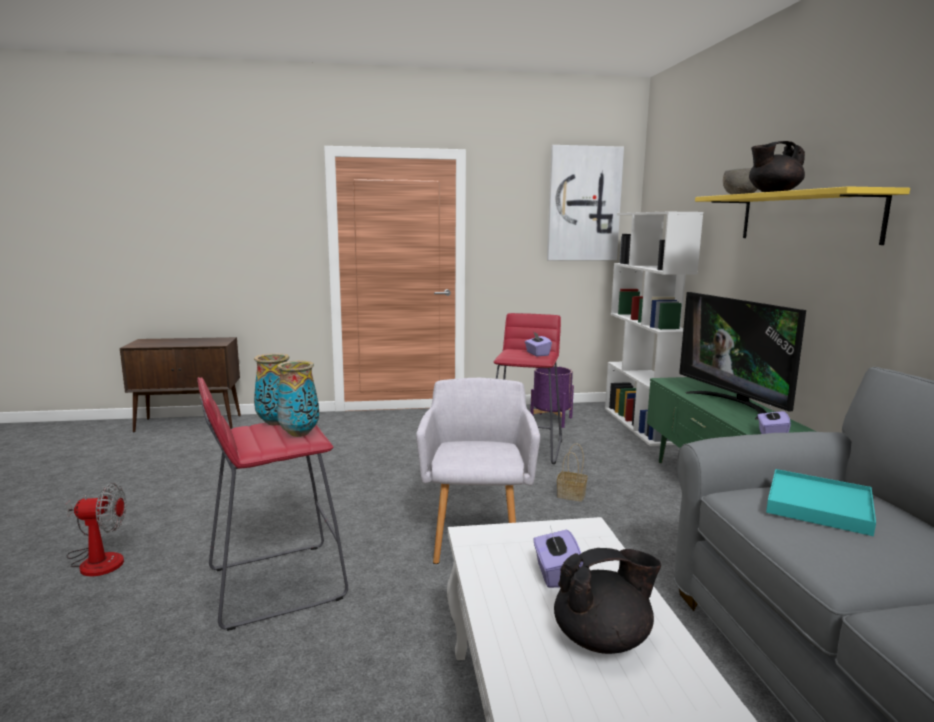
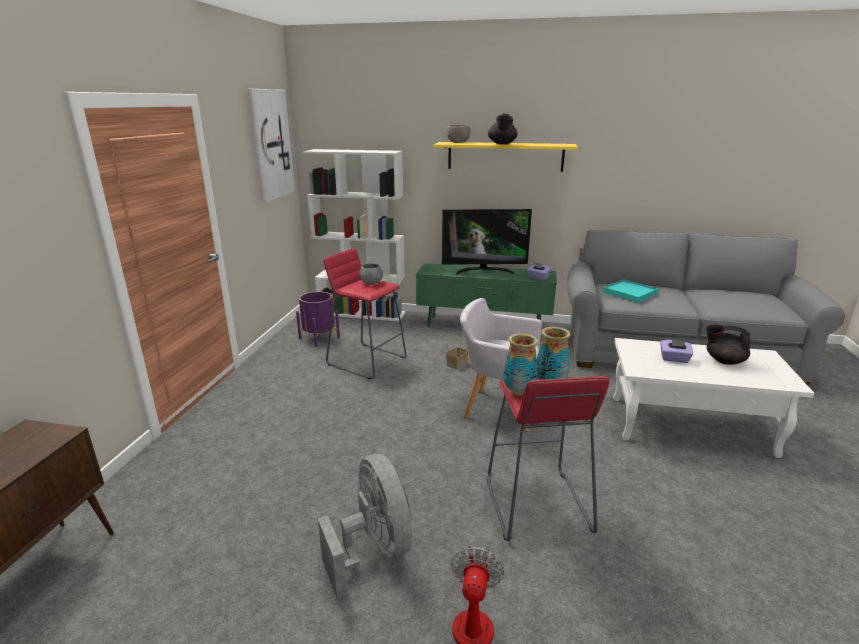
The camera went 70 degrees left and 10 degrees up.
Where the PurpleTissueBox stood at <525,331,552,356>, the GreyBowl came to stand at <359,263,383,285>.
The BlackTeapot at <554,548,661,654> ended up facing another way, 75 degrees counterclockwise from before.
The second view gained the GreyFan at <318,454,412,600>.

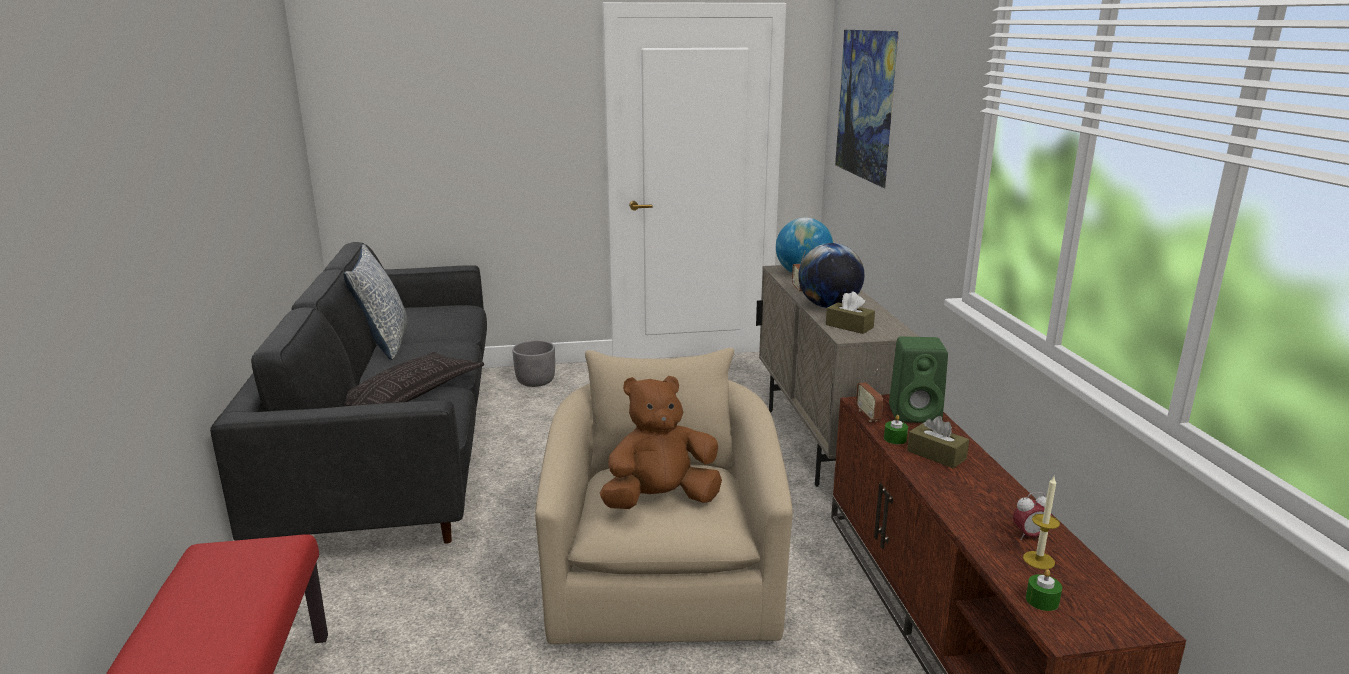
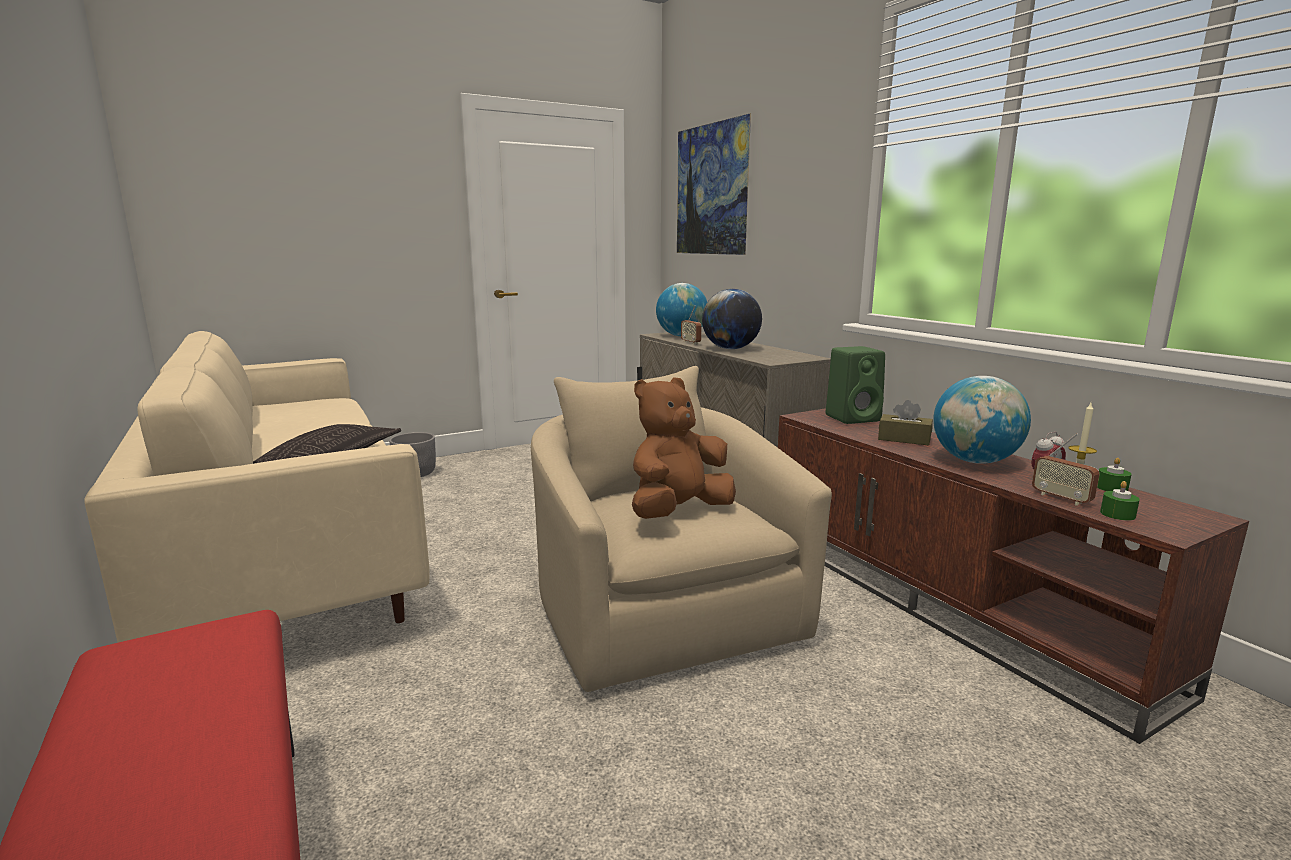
The camera went 20 degrees left and 5 degrees down.
What was the BlackSofa at <210,242,487,544> turned into the BeigeSofa at <84,331,430,643>.
The second view lost the Pillow at <343,244,408,360>.
The second view lost the BrownTissueBox at <826,292,875,334>.
The Radio ended up elsewhere, having gone from <856,369,883,422> to <1032,433,1099,505>.
The GreenCandle ended up elsewhere, having gone from <884,415,908,444> to <1097,458,1132,491>.
The second view gained the Globe at <933,376,1031,464>.

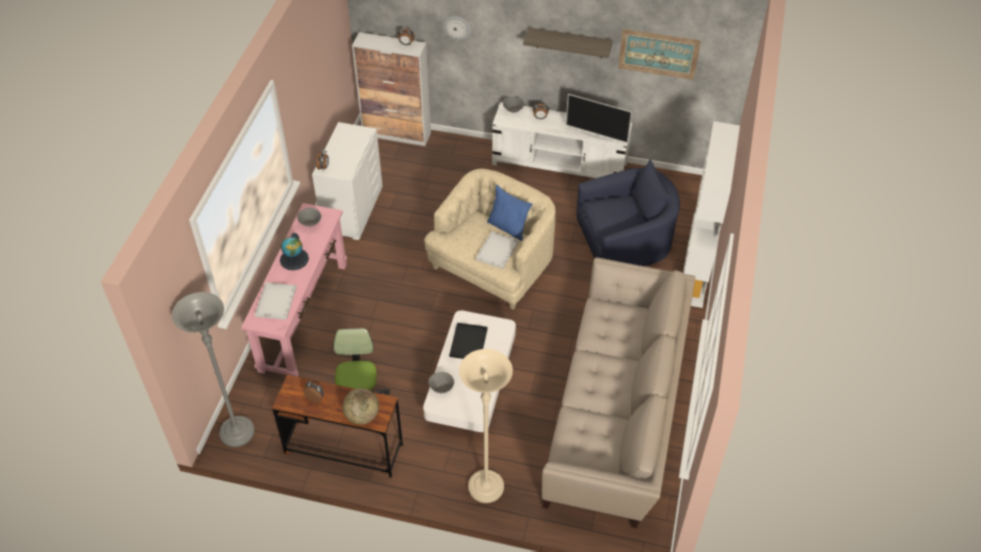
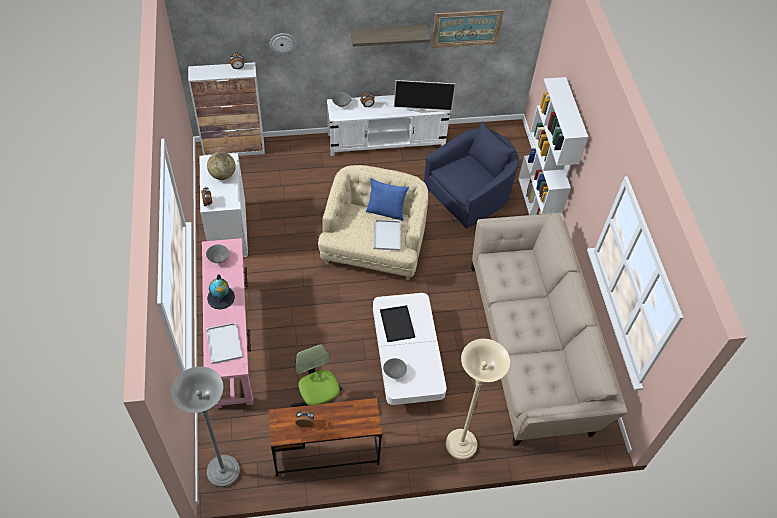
The camera went 25 degrees left and 5 degrees up.
The Globe ended up elsewhere, having gone from <342,388,379,425> to <207,152,236,180>.

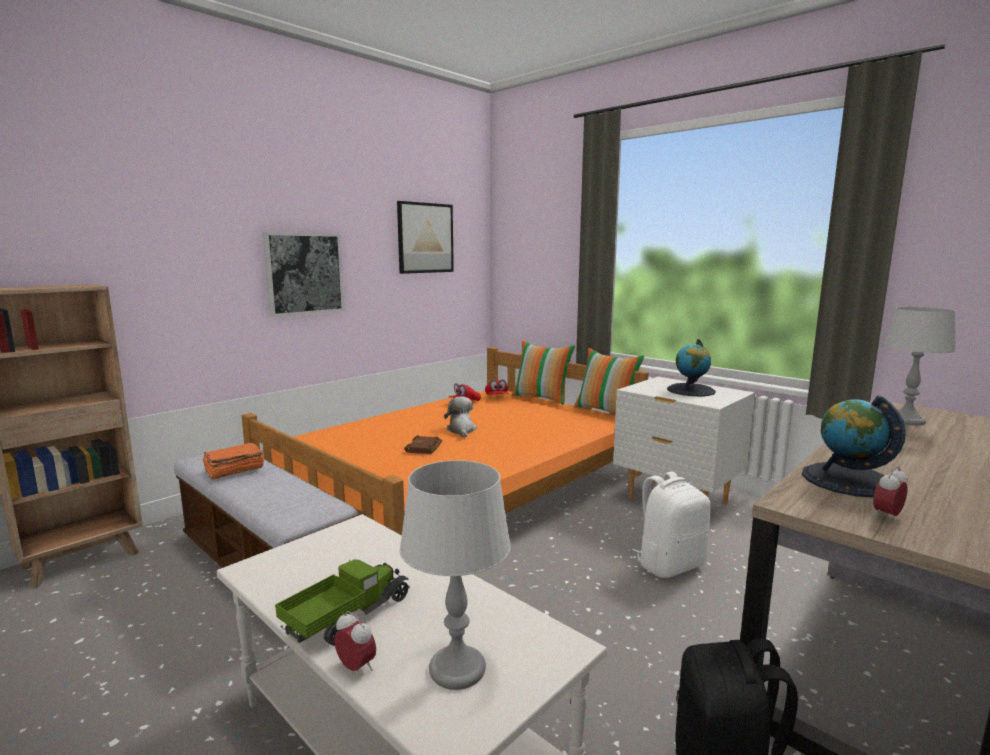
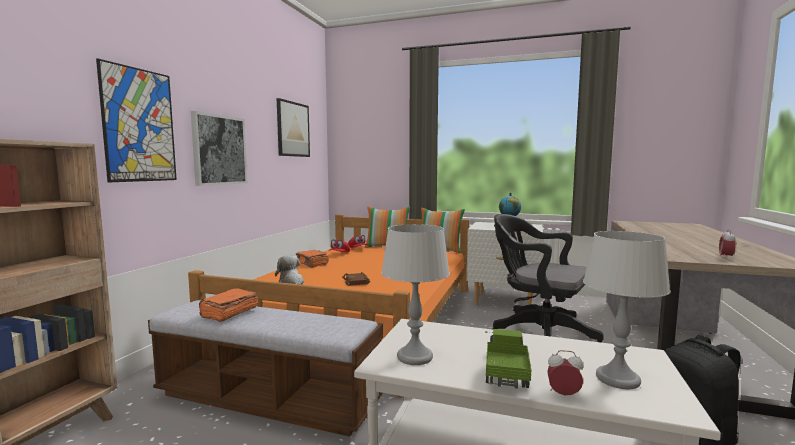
The camera went 25 degrees left and 5 degrees down.
The PlushToy ended up elsewhere, having gone from <444,396,477,438> to <275,255,304,285>.
Where the WhiteBackpack stood at <632,472,711,578>, the BlackOfficeChair came to stand at <492,214,604,343>.
The second view lost the Globe at <802,395,906,497>.
The GreyTableLamp ended up elsewhere, having gone from <884,307,956,425> to <381,224,450,365>.
The second view gained the Picture at <96,58,177,182>.
The second view gained the OrangeBook at <296,250,329,267>.

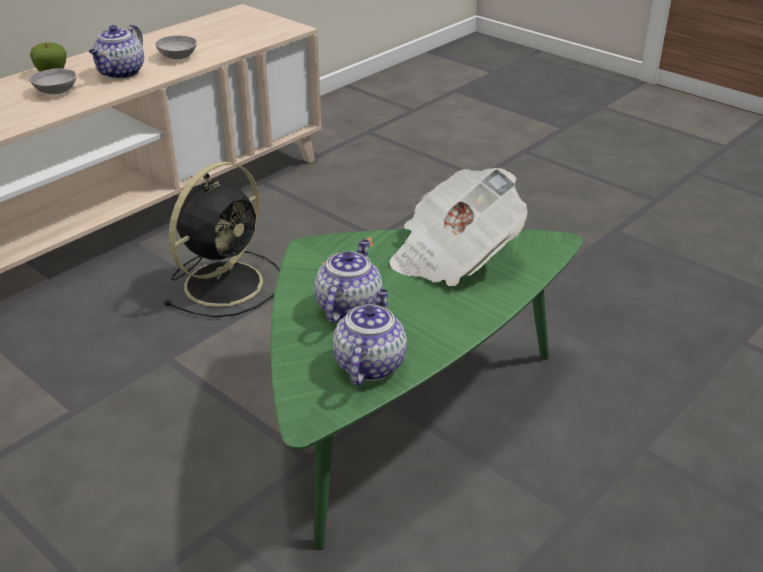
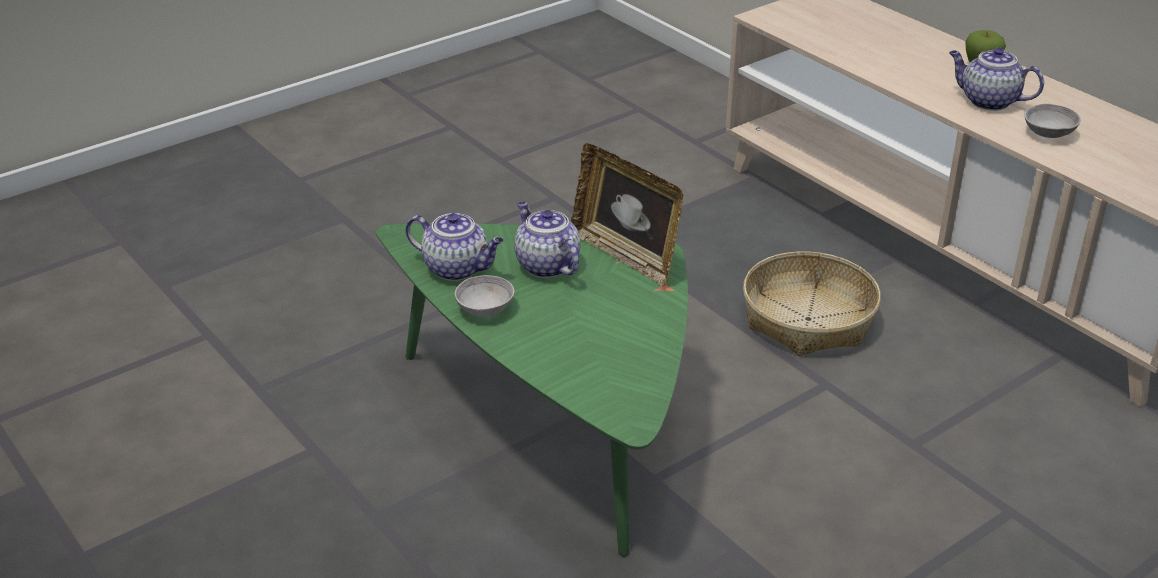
The camera went 100 degrees right and 0 degrees up.
The GreyBowl ended up elsewhere, having gone from <29,68,76,94> to <455,275,515,317>.
Where the BlackFan stood at <163,162,280,317>, the Basket came to stand at <743,252,881,356>.
The Teapot at <314,239,383,323> ended up facing another way, 150 degrees counterclockwise from before.
The second view lost the Newspaper at <389,168,528,286>.
The second view gained the PictureFrame at <571,143,683,287>.

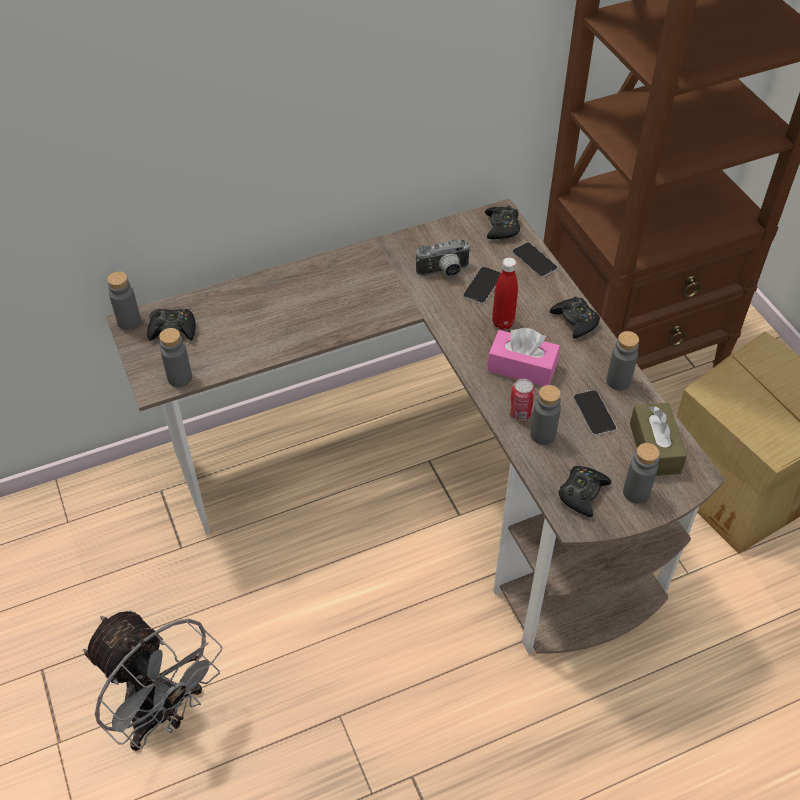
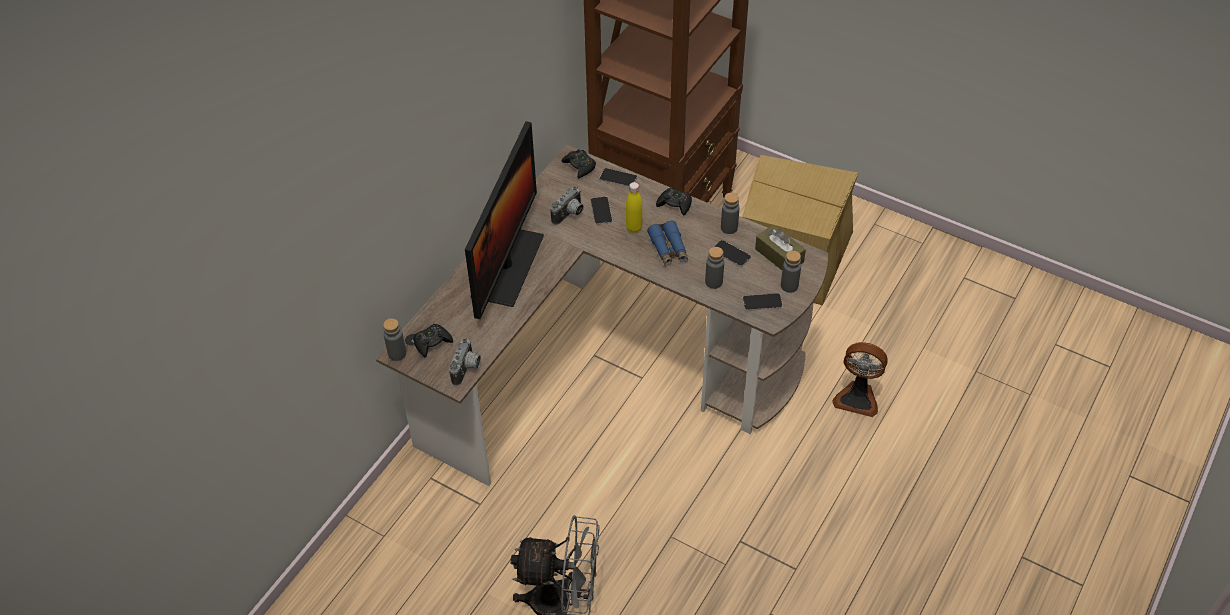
The camera went 35 degrees left and 0 degrees up.
Where the GreyBottle stood at <159,328,192,387>, the PhotoCamera came to stand at <449,338,481,386>.
Where the PinkTissueBox stood at <487,328,560,386>, the BlueBinoculars came to stand at <647,221,688,266>.
What was the RedBottle at <492,258,518,330> turned into the YellowBottle at <626,182,642,233>.
The second view lost the Can at <509,379,535,421>.
Where the BlackGameController stood at <559,466,612,517>, the Phone came to stand at <743,293,783,311>.
The second view gained the Monitor at <465,121,544,319>.
The second view gained the Fan at <832,342,888,417>.

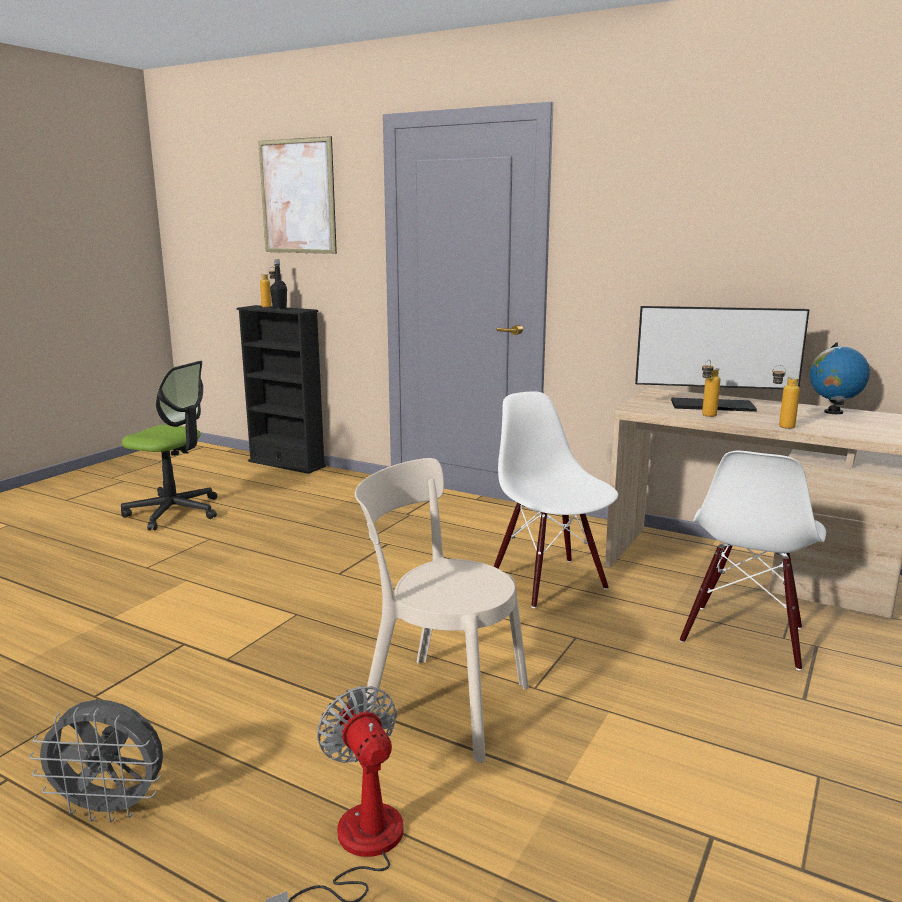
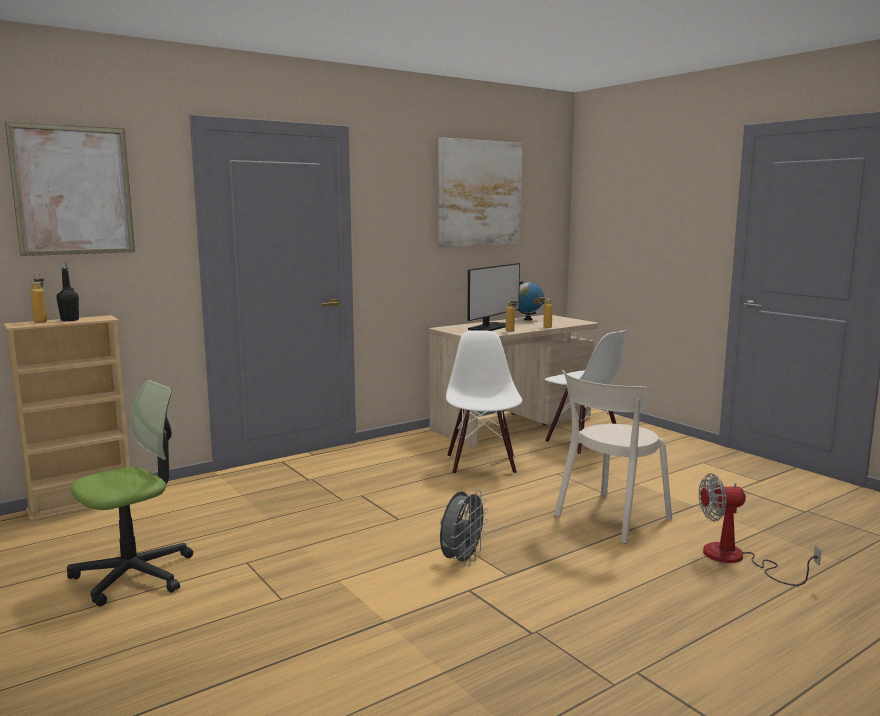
The camera went 65 degrees left and 5 degrees down.
The GreyFan ended up elsewhere, having gone from <29,700,163,822> to <440,490,489,567>.
What was the BlackBookcase at <237,305,326,474> turned into the BeigeBookcase at <4,315,130,522>.
The WhiteChair at <494,391,618,608> ended up facing another way, 90 degrees clockwise from before.
The second view gained the Picture at <438,138,523,247>.

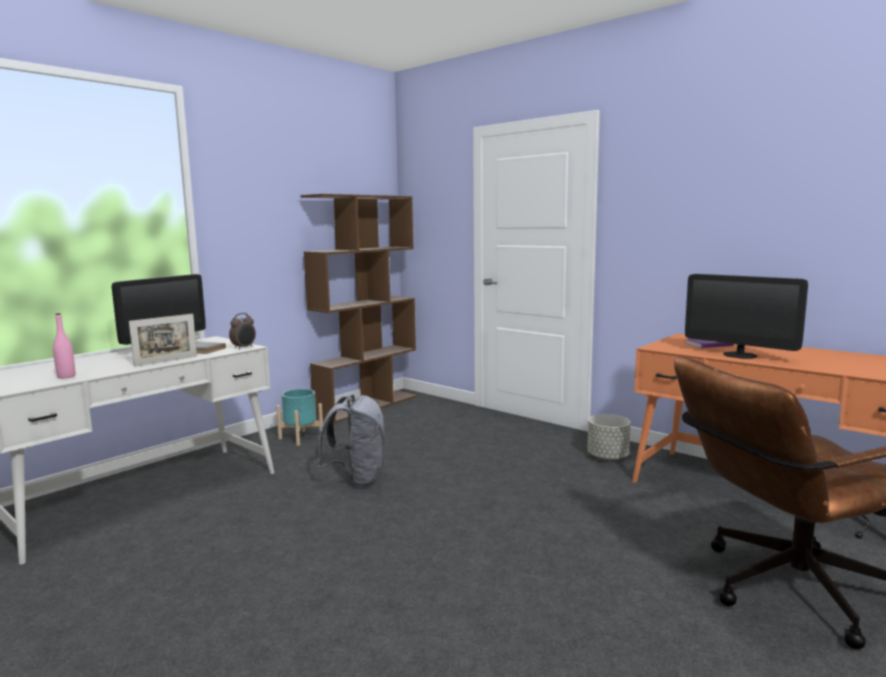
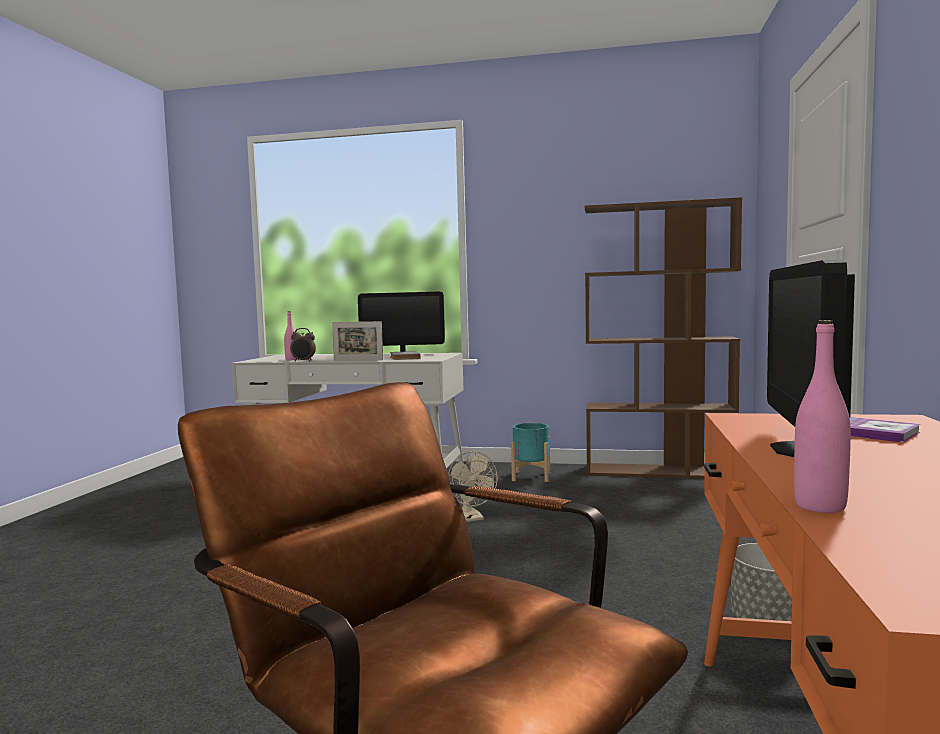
The camera went 60 degrees right and 5 degrees down.
The AlarmClock ended up elsewhere, having gone from <229,313,256,350> to <290,328,316,362>.
Where the GreyBackpack stood at <316,395,385,487>, the BeigeFan came to stand at <448,451,497,522>.
The second view gained the PinkBottle at <794,320,851,513>.

